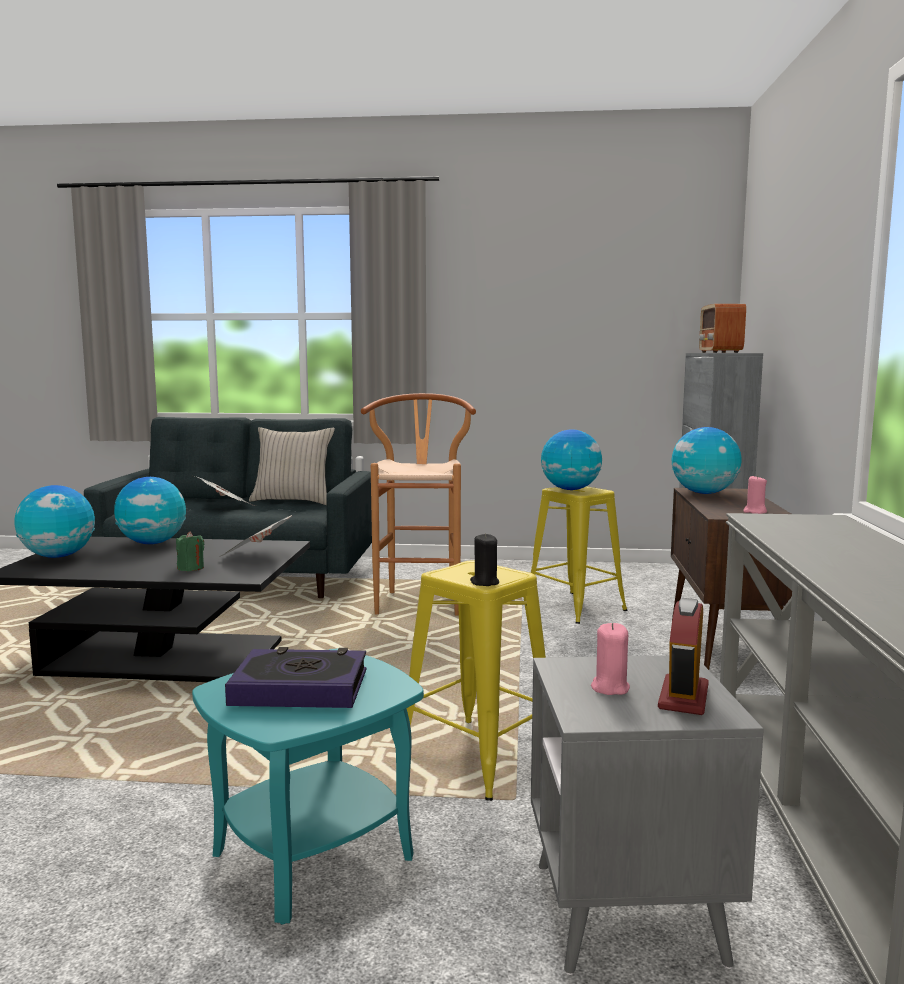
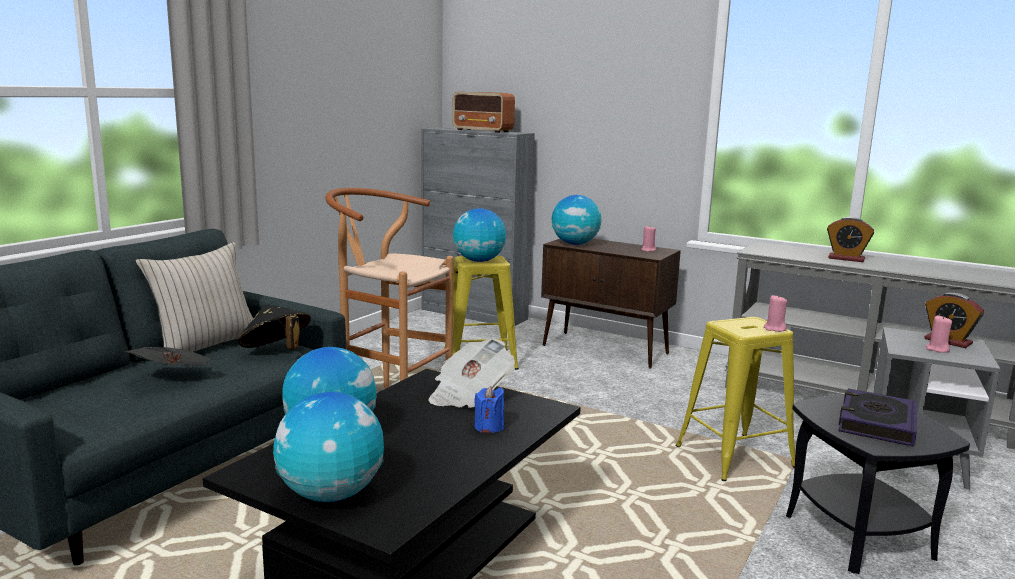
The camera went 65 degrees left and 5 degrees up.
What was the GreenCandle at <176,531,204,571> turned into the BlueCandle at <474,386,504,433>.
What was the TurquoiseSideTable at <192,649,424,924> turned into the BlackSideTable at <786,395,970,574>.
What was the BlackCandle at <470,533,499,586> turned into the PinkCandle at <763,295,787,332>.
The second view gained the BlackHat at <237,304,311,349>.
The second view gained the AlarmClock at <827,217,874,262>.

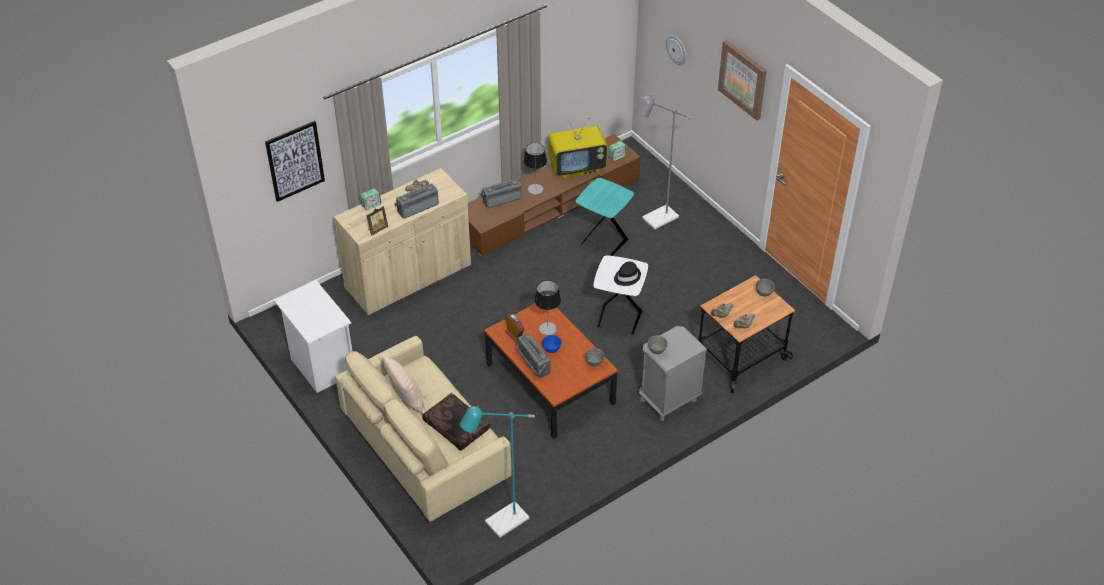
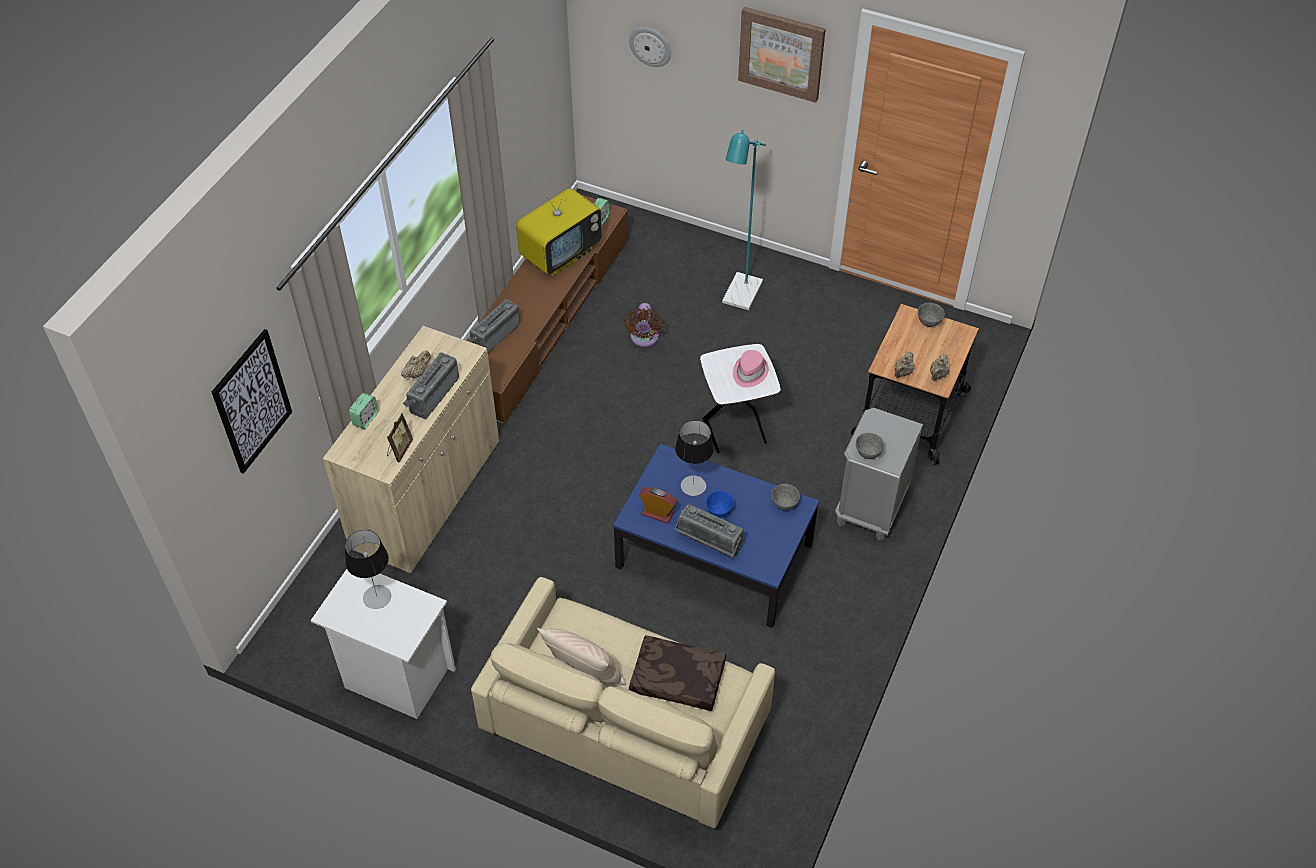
The camera went 30 degrees left and 5 degrees up.
The TurquoiseFloorLamp ended up elsewhere, having gone from <460,405,535,538> to <722,130,766,310>.
What was the BrownCoffeeTable at <484,304,618,439> turned into the BlueCoffeeTable at <613,444,819,628>.
The TableLamp ended up elsewhere, having gone from <524,143,547,194> to <345,530,391,609>.
Where the TurquoiseSideTable stood at <575,178,634,256>, the BrownFan came to stand at <624,303,663,347>.
What was the BlackHat at <614,261,641,286> turned into the PinkHat at <733,350,769,387>.
The second view lost the GreyFloorLamp at <635,94,692,230>.

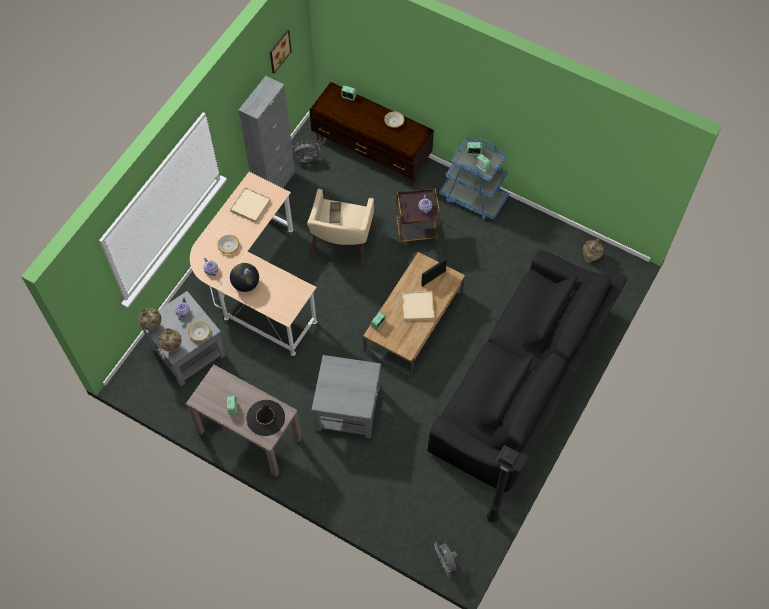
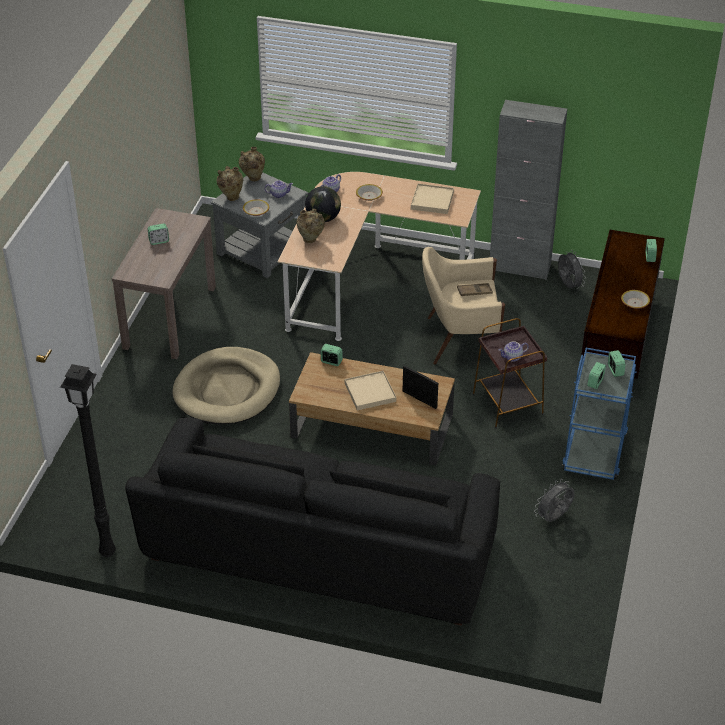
The camera went 75 degrees right and 20 degrees down.
The second view lost the BlackHat at <246,400,285,436>.
The second view lost the Picture at <270,29,292,74>.
Where the GreySideTable stood at <312,355,381,439>, the BeigeDogBed came to stand at <172,347,280,425>.
The GreyFan ended up elsewhere, having gone from <434,542,457,577> to <534,479,575,522>.
The BeigeVase ended up elsewhere, having gone from <583,238,604,262> to <297,208,325,243>.

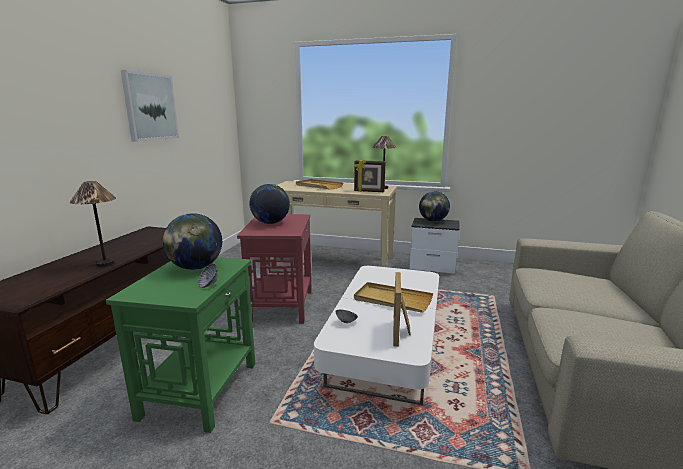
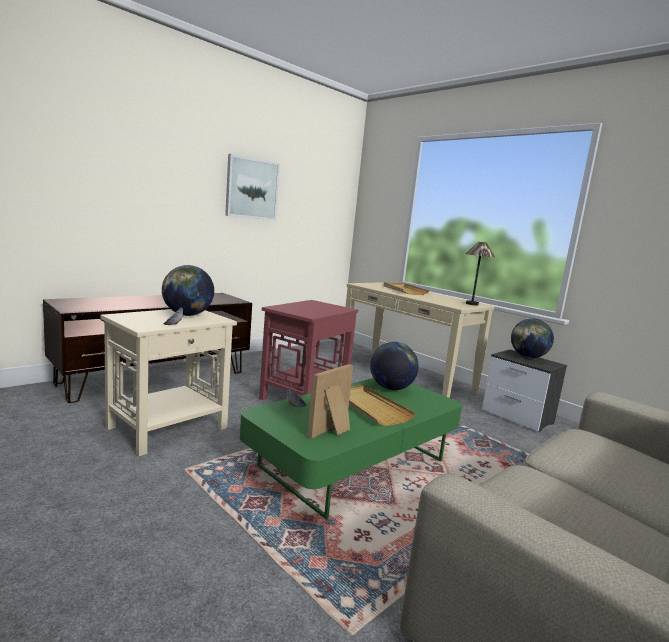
The camera went 30 degrees right and 5 degrees down.
The second view lost the TableLamp at <70,181,116,267>.
What was the GreenSideTable at <106,257,255,433> turned into the BeigeSideTable at <100,309,237,456>.
The Globe ended up elsewhere, having gone from <249,184,290,224> to <370,342,419,390>.
What was the WhiteCoffeeTable at <314,266,439,405> turned into the GreenCoffeeTable at <240,378,462,520>.
The second view lost the PictureFrame at <354,160,386,192>.

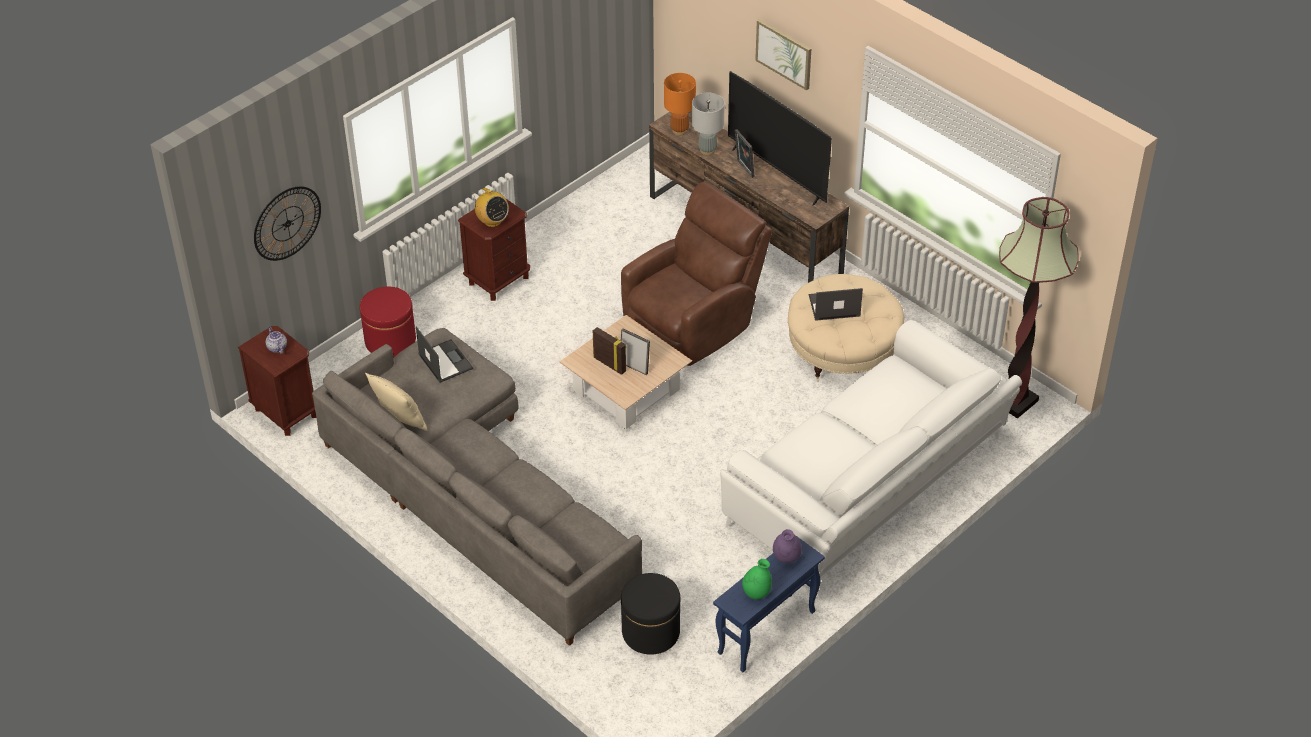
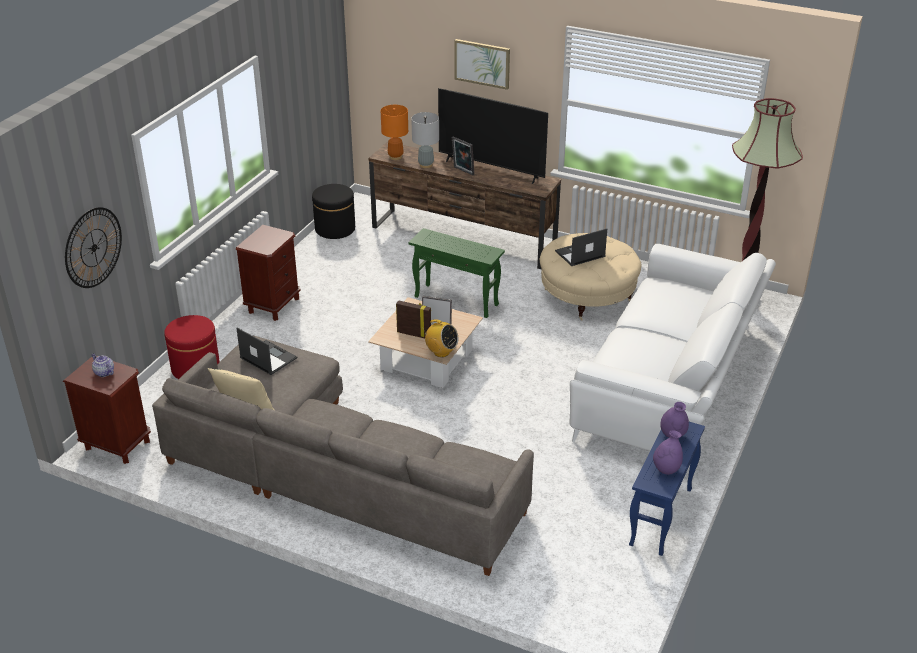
The camera went 20 degrees left and 10 degrees down.
The Radio ended up elsewhere, having gone from <474,188,509,227> to <422,319,458,357>.
Where the BrownArmchair stood at <621,182,772,366>, the GreenSideTable came to stand at <409,228,505,318>.
The BlackOttoman ended up elsewhere, having gone from <621,573,680,655> to <312,184,355,239>.
What was the GreenVase at <742,559,772,600> turned into the PurpleVase at <653,430,683,475>.

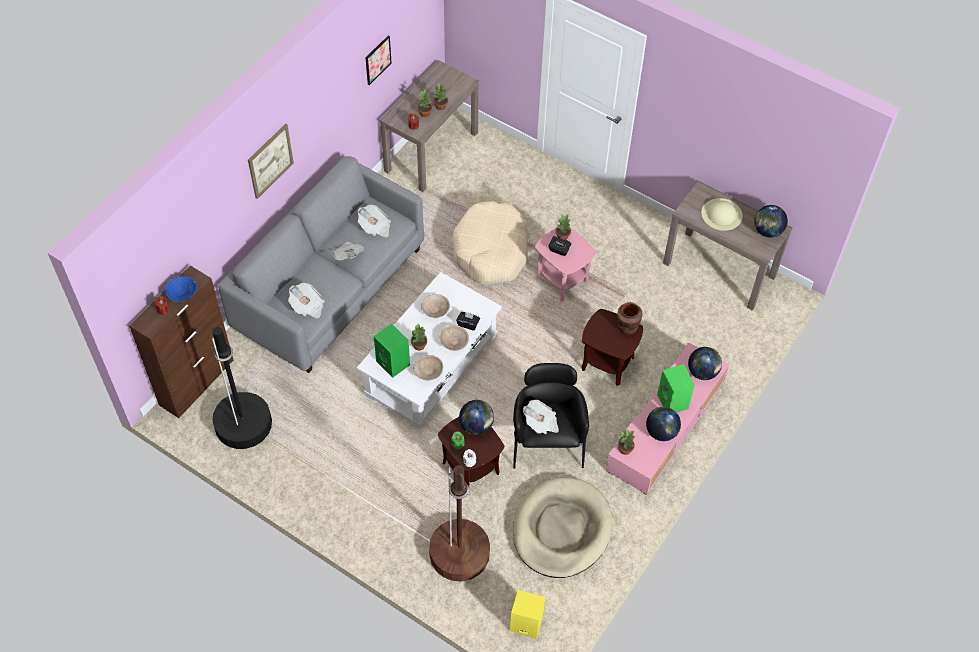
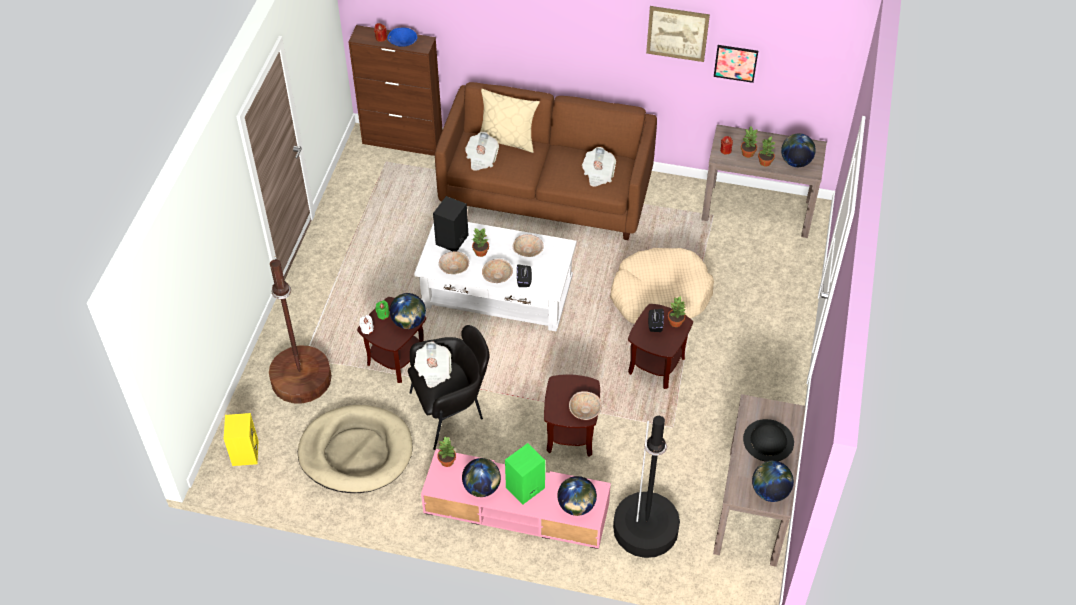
The camera went 70 degrees right and 5 degrees down.
The BlackFloorLamp ended up elsewhere, having gone from <212,327,272,449> to <613,416,680,558>.
What was the GreySofa at <218,156,424,373> turned into the BrownSofa at <435,82,657,240>.
The Picture ended up elsewhere, having gone from <248,124,294,199> to <646,6,710,62>.
The second view lost the Newspaper at <332,242,364,260>.
What was the GreenSpeaker at <374,324,410,378> turned into the BlackSpeaker at <433,196,469,252>.
What was the PinkSideTable at <535,228,597,302> turned into the BrownSideTable at <628,304,693,389>.
Where the BrownVase stood at <617,302,642,335>, the BeigeBowl came to stand at <569,391,602,420>.
What was the BeigeHat at <701,198,743,231> turned into the BlackHat at <743,419,794,462>.
The second view gained the BeigePillow at <480,89,540,153>.
The second view gained the Globe at <781,133,816,167>.

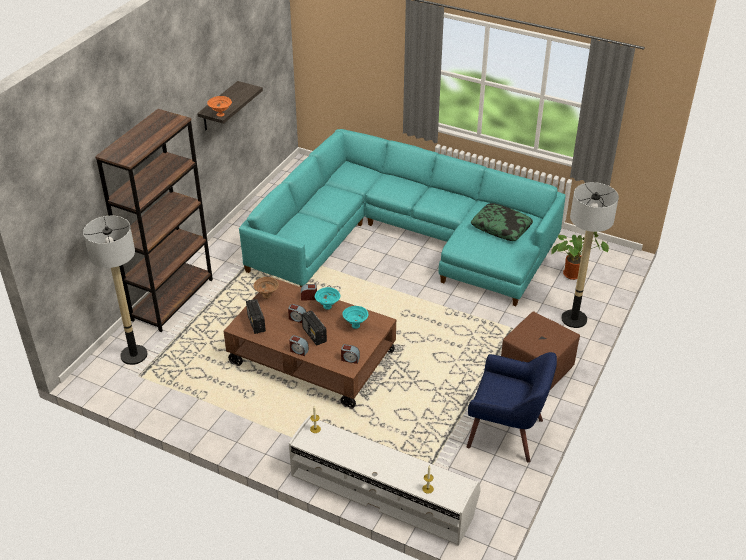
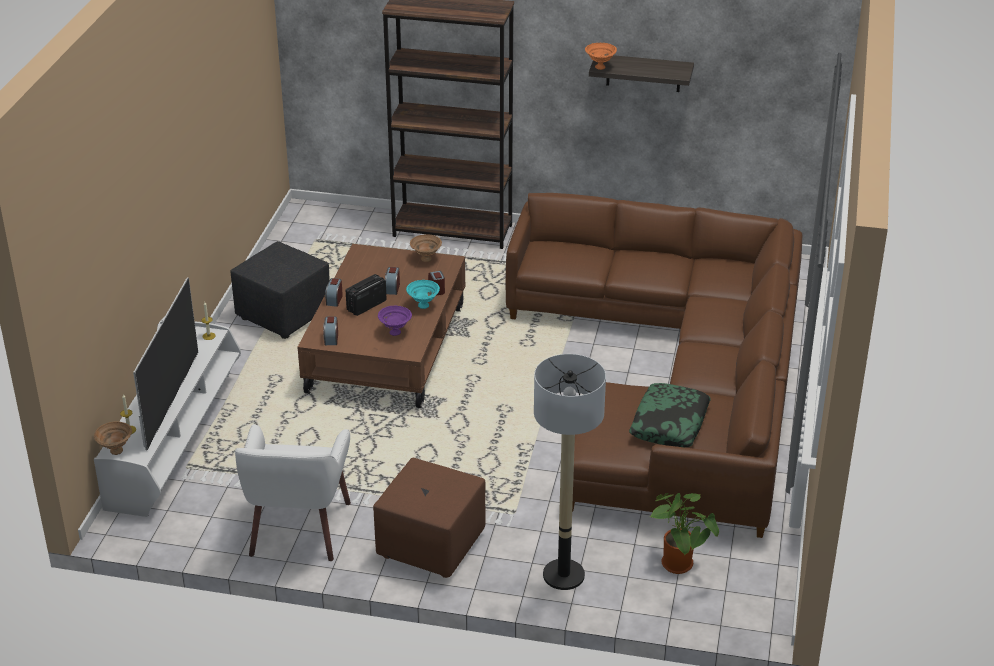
The camera went 75 degrees right and 5 degrees down.
The second view lost the FloorLamp at <83,216,147,365>.
What was the TurquoiseSofa at <239,129,566,306> turned into the BrownSofa at <506,193,802,538>.
The second view lost the Radio at <246,299,266,334>.
What was the TurquoiseBowl at <342,306,368,329> turned into the PurpleBowl at <378,306,412,336>.
What was the BlueArmchair at <467,352,557,463> turned into the WhiteArmchair at <235,424,351,561>.
The second view gained the BrownBowl at <94,422,132,455>.
The second view gained the Television at <133,278,198,450>.
The second view gained the BlackOttoman at <231,241,330,339>.

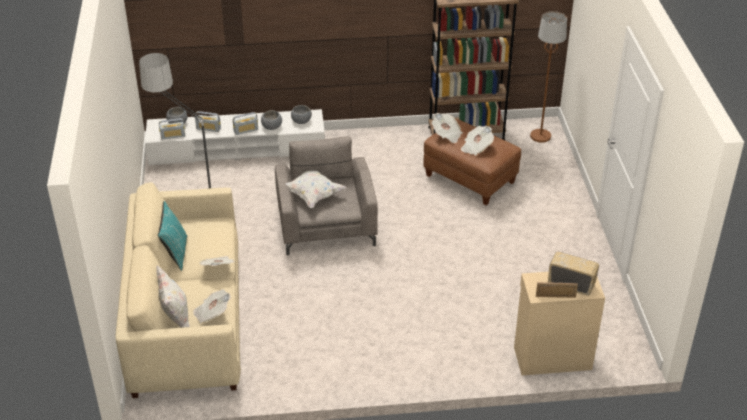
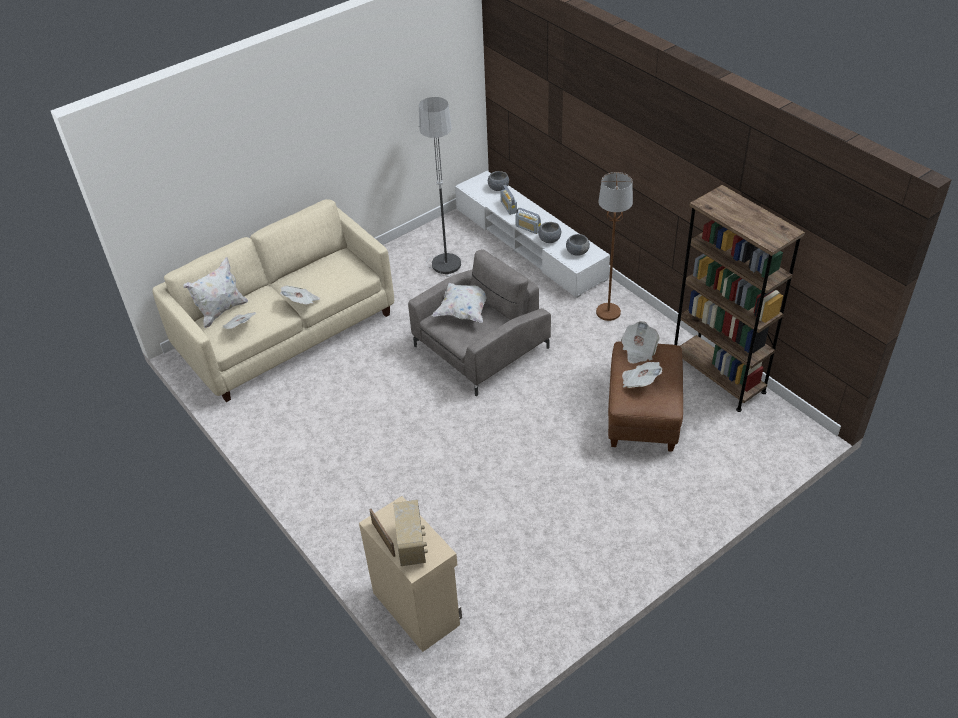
The camera went 60 degrees right and 5 degrees up.
The second view lost the TurquoisePillow at <158,201,187,271>.
The second view lost the Radio at <159,118,185,139>.
The BrownFloorLamp ended up elsewhere, having gone from <530,11,567,143> to <596,172,633,321>.

